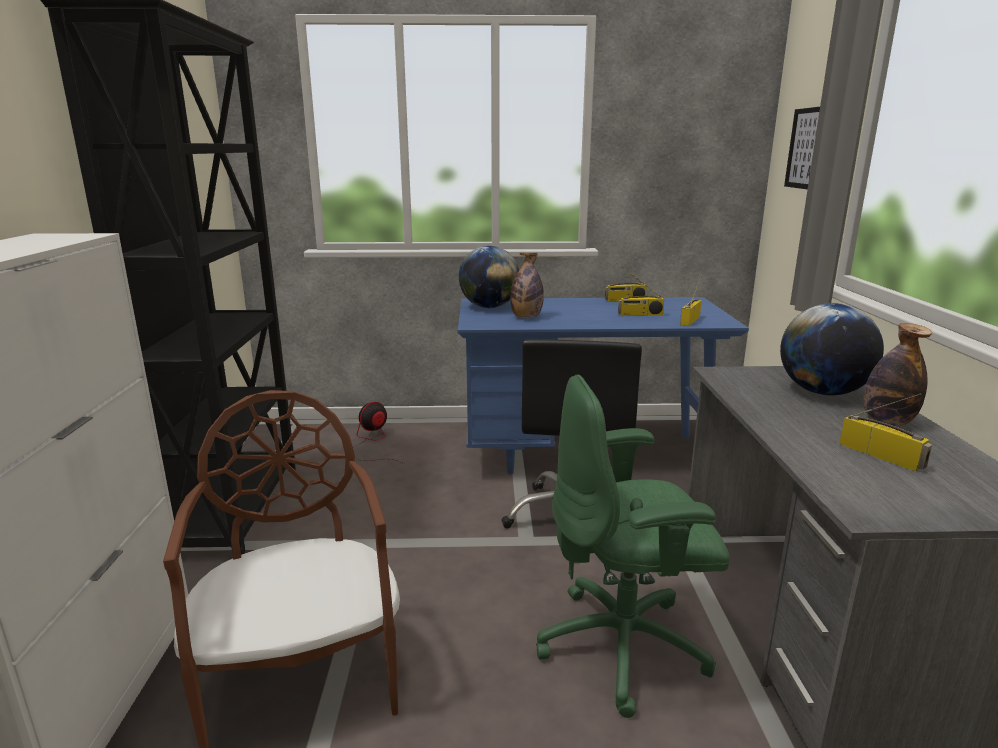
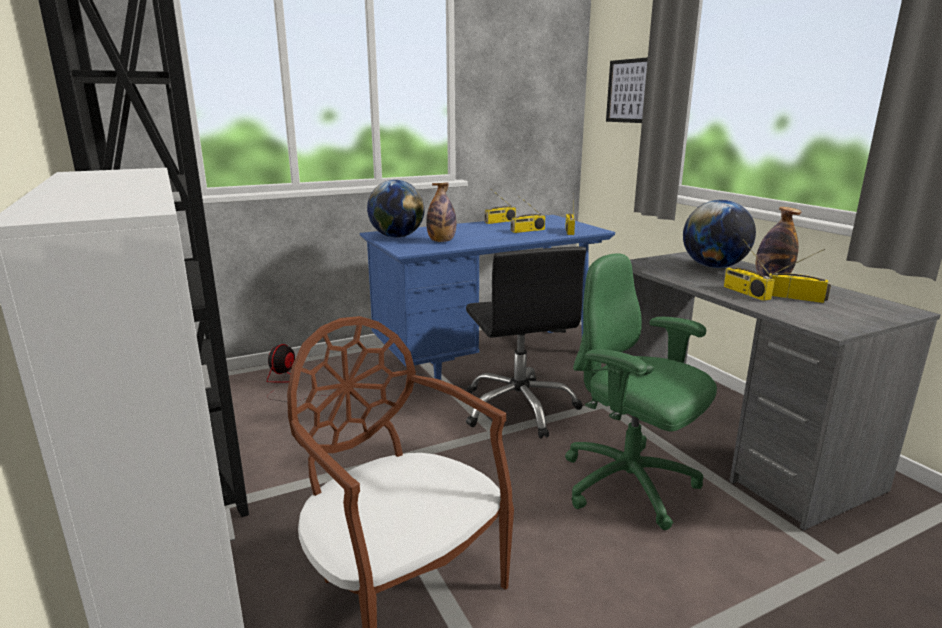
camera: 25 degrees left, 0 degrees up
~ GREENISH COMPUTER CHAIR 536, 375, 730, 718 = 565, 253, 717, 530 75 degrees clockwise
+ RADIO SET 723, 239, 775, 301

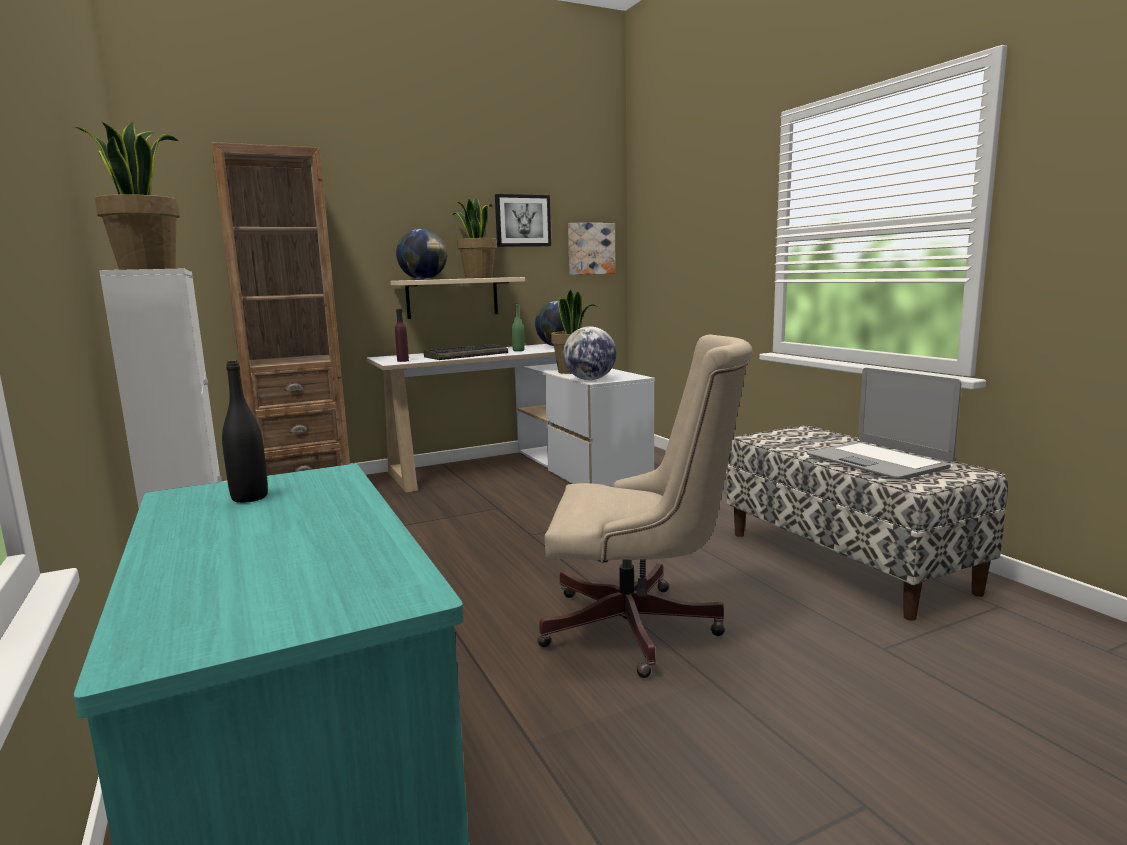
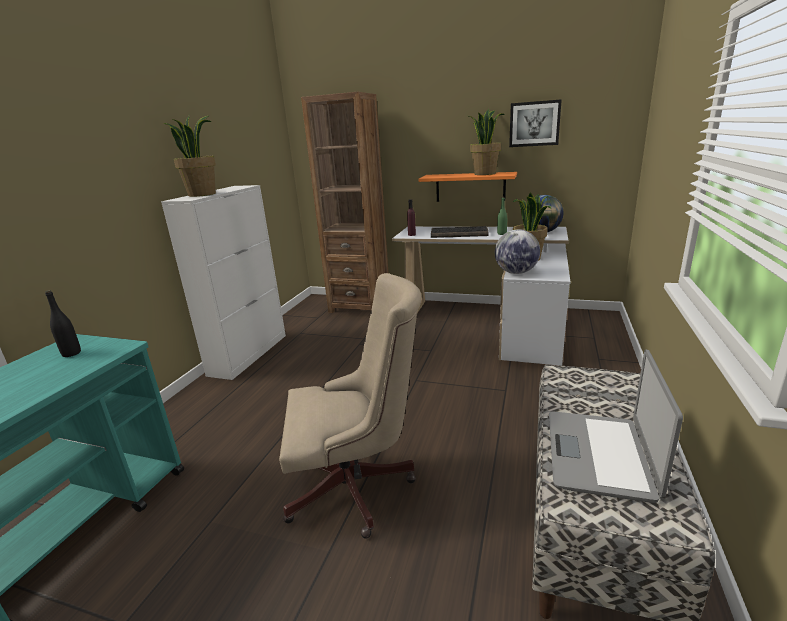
camera: 45 degrees right, 10 degrees up
~ SAND-COLOURED COMPUTER CHAIR 537, 335, 753, 678 = 279, 273, 422, 539 60 degrees counterclockwise
~ SAND-COLOURED WALL SHELF 390, 277, 525, 319 to ORANGE WALL SHELF 418, 172, 517, 202
- DESK GLOBE 396, 229, 447, 280
- PICTURE 568, 223, 615, 275

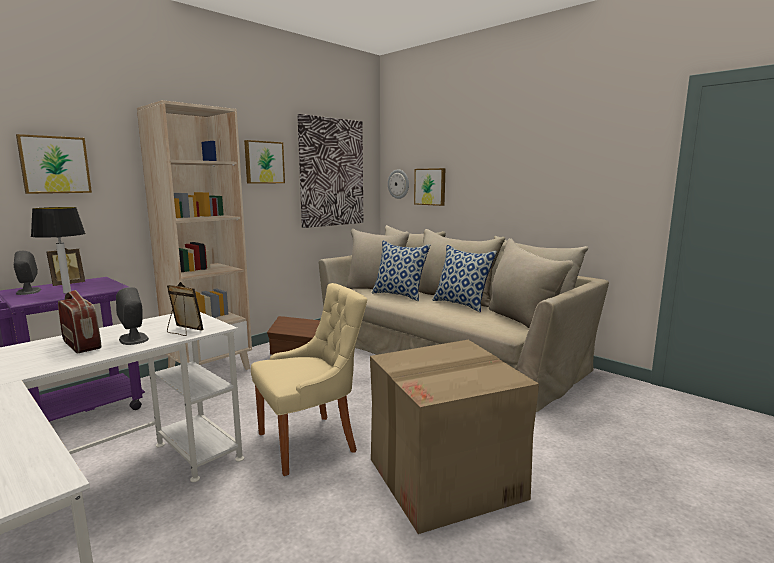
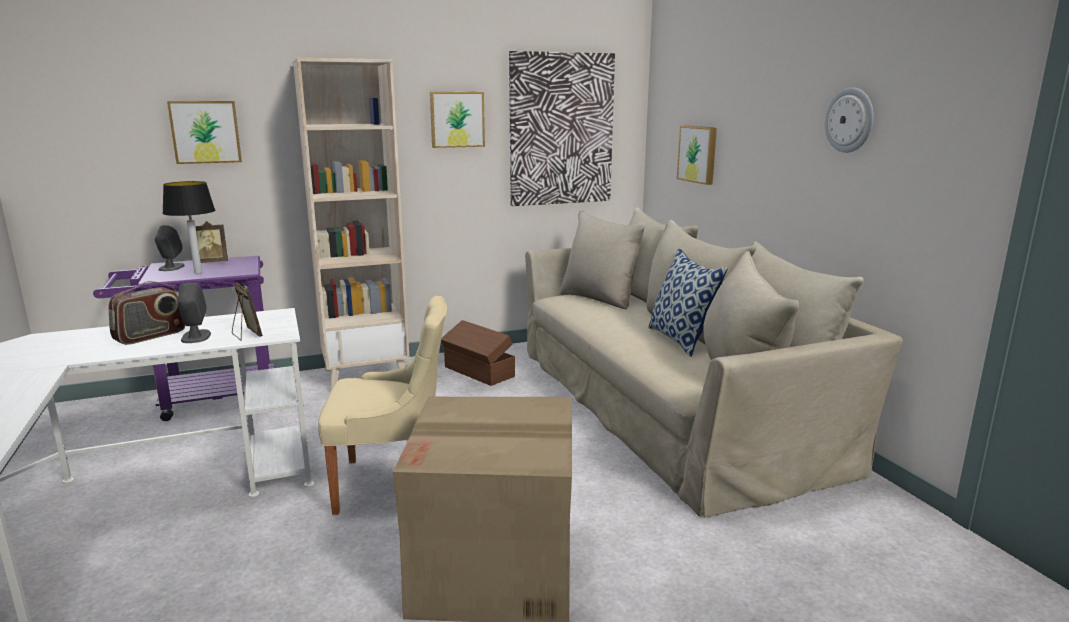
camera: 25 degrees right, 5 degrees up
~ RADIO SET 58, 290, 101, 354 = 109, 281, 185, 345 60 degrees clockwise
~ WALL CLOCK 388, 169, 409, 199 to 825, 87, 874, 153
- PILLOW 372, 240, 430, 301

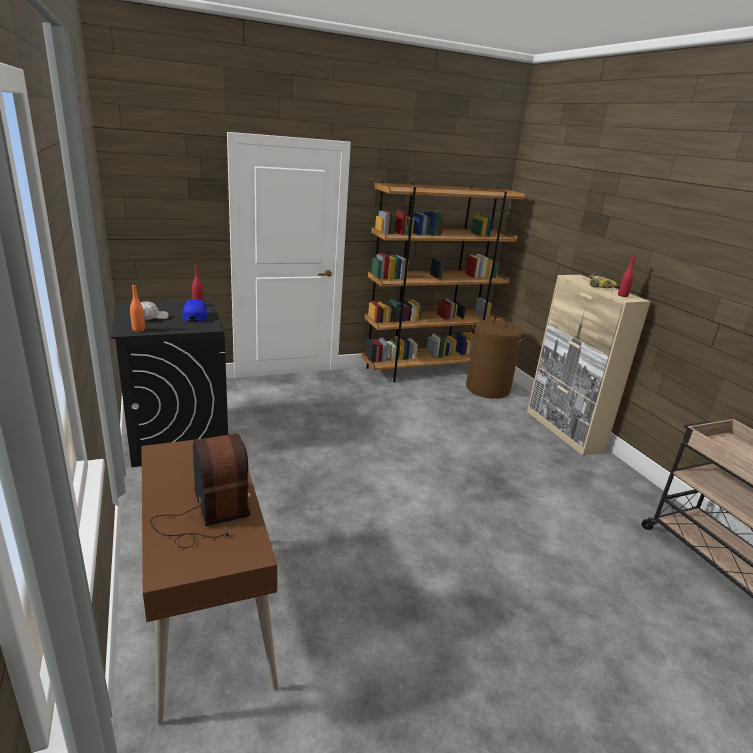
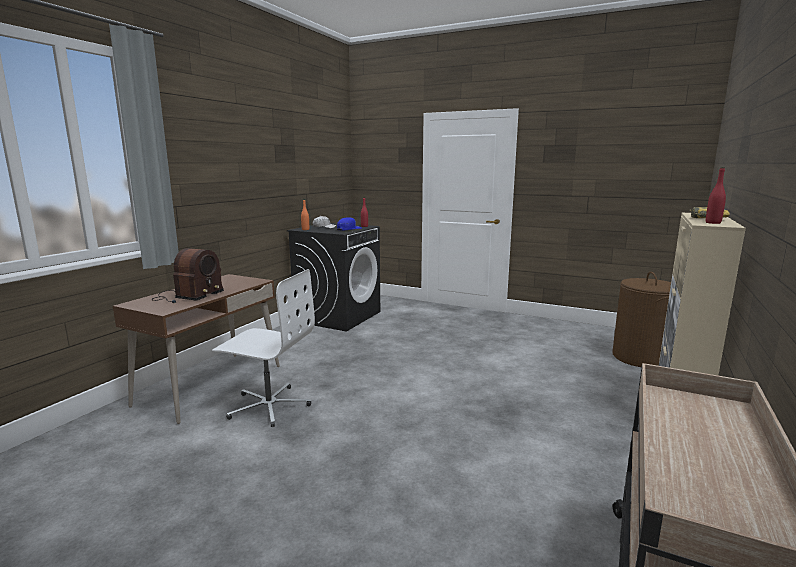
camera: 50 degrees right, 10 degrees down
+ WHITE COMPUTER CHAIR 212, 269, 315, 427
- BROWN SHELVING UNIT 362, 181, 526, 382

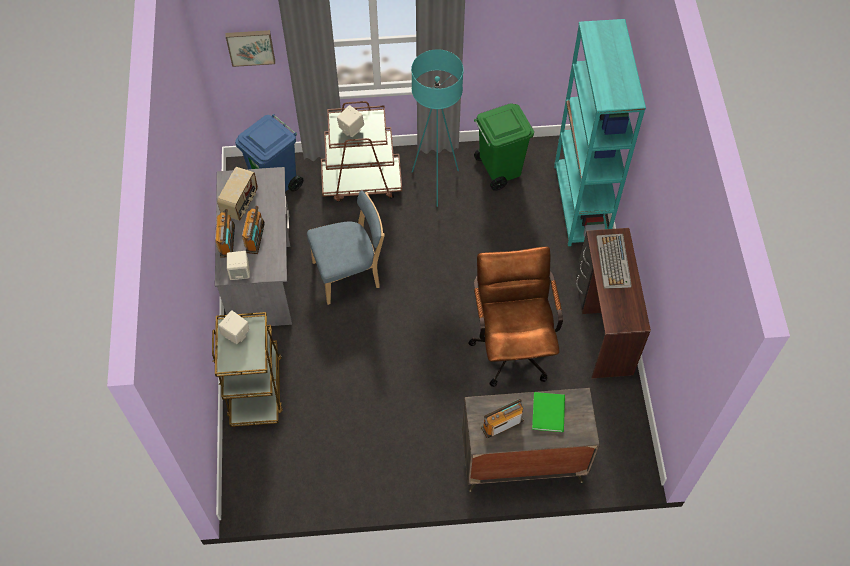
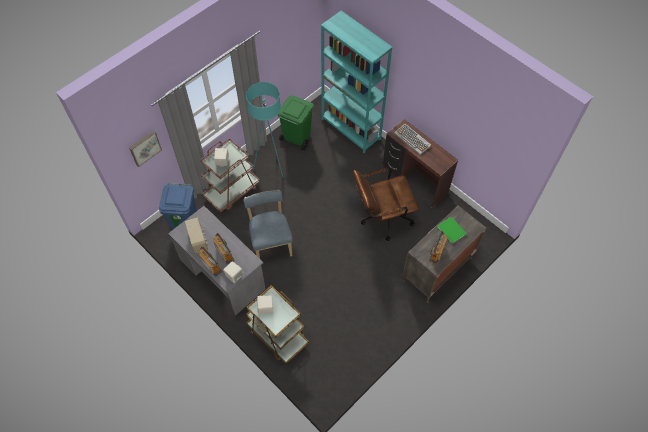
camera: 40 degrees left, 0 degrees up
~ BLUISH CHAIR 307, 190, 385, 305 = 243, 190, 293, 259 45 degrees counterclockwise
~ BROWN COMPUTER CHAIR 468, 247, 563, 387 = 353, 168, 419, 241 60 degrees counterclockwise

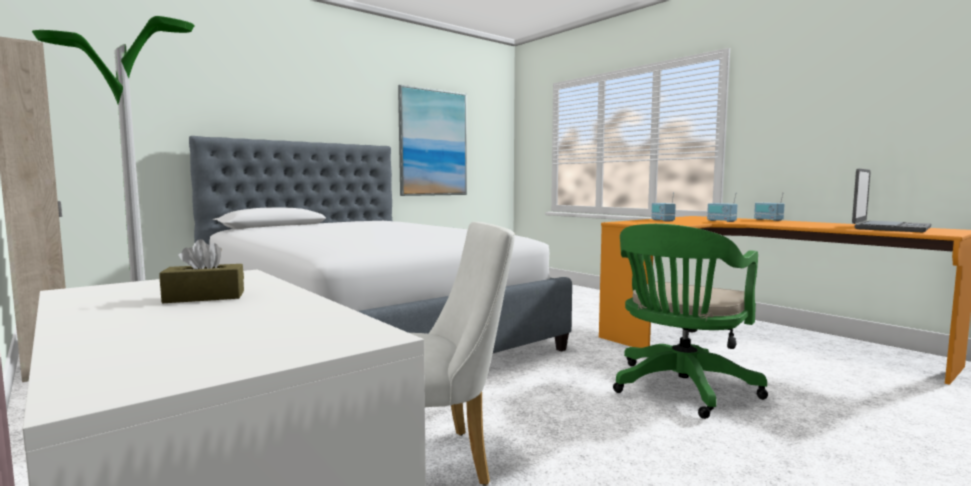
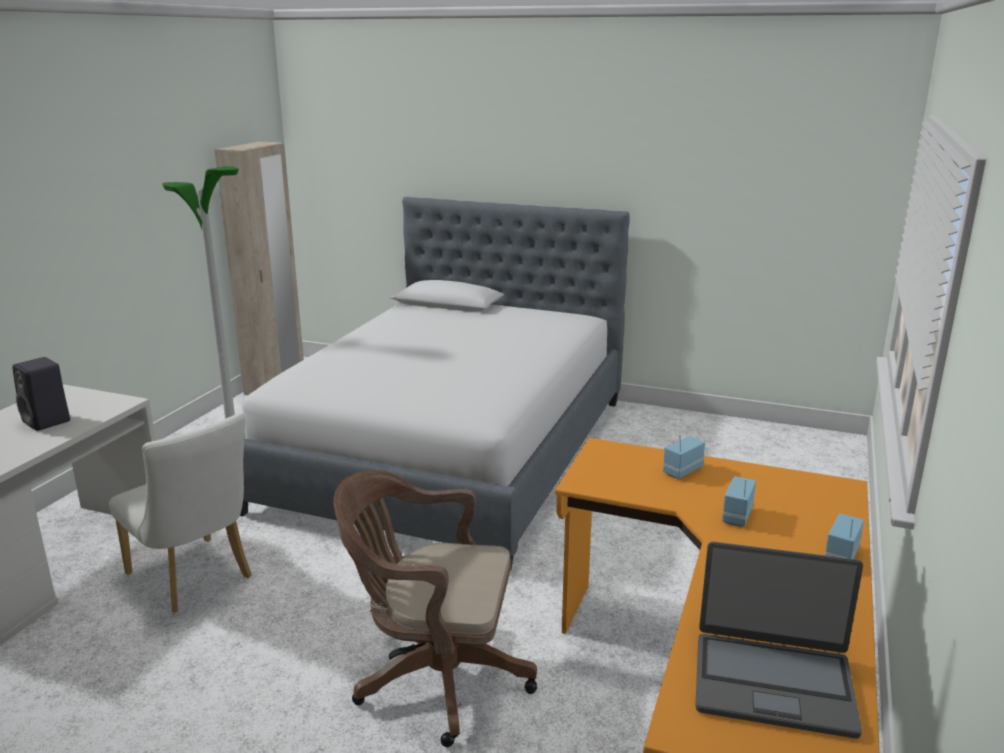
camera: 60 degrees right, 15 degrees up
~ BROWN TISSUE HOLDER 159, 239, 244, 303 to BLACKISH LOUDSPEAKER 12, 357, 70, 431
~ GREENISH COMPUTER CHAIR 613, 224, 768, 419 to BROWN COMPUTER CHAIR 334, 470, 537, 747
- PICTURE 398, 85, 467, 196

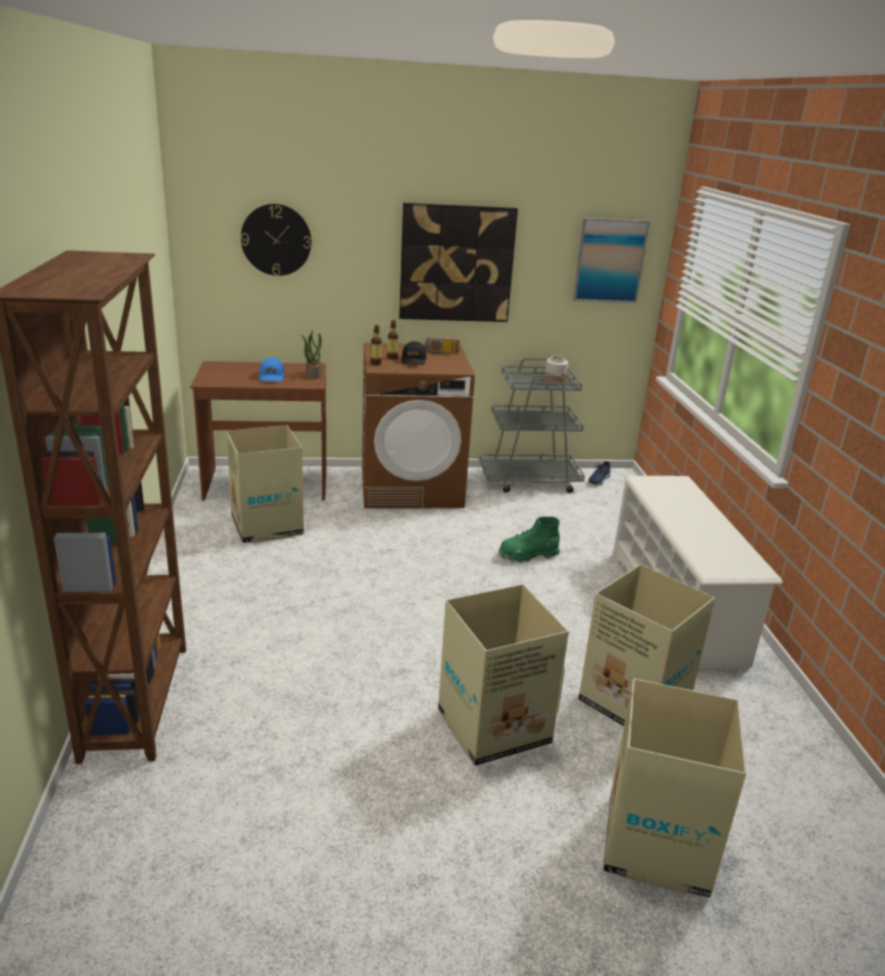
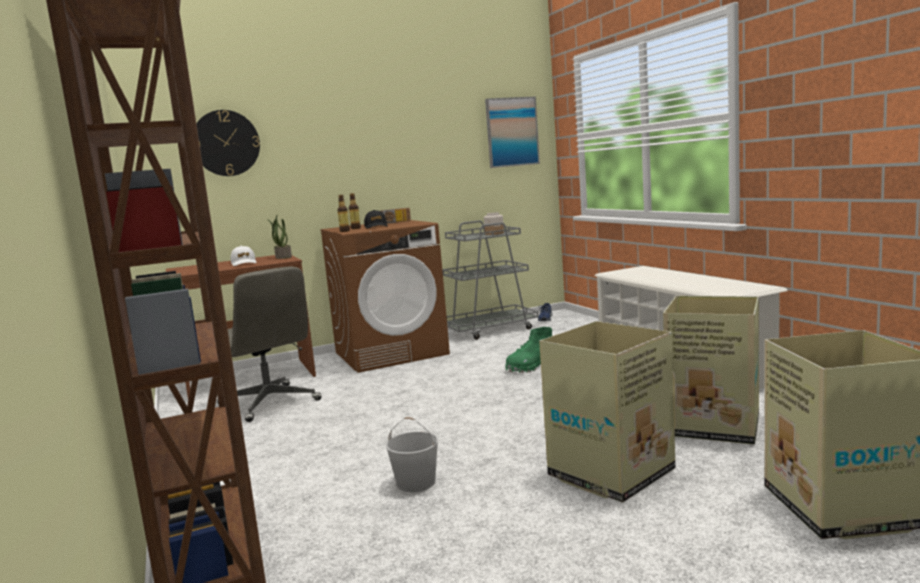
camera: 15 degrees left, 15 degrees down
~ PACKING BOX 226, 425, 304, 543 to GRAY COMPUTER CHAIR 217, 266, 322, 422
~ BLUISH CAP 259, 358, 284, 382 to WHITE CAP 231, 246, 257, 266
+ WHITE BUCKET 386, 417, 438, 492
- PICTURE 399, 203, 518, 322

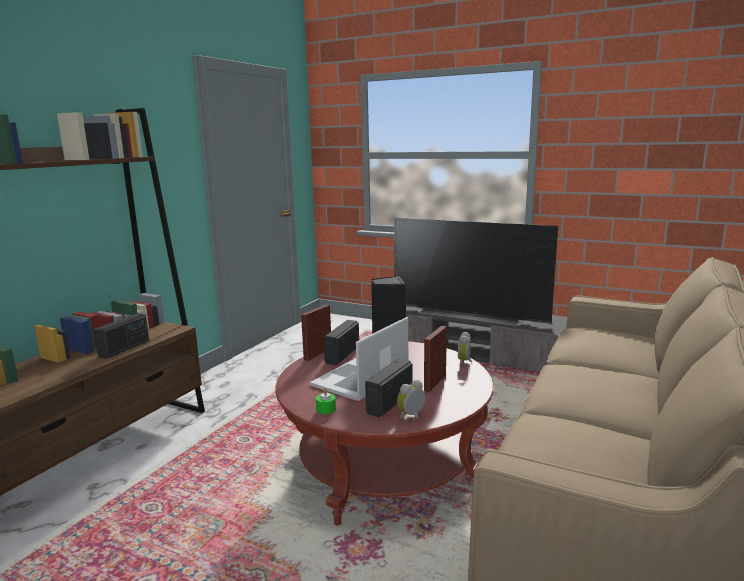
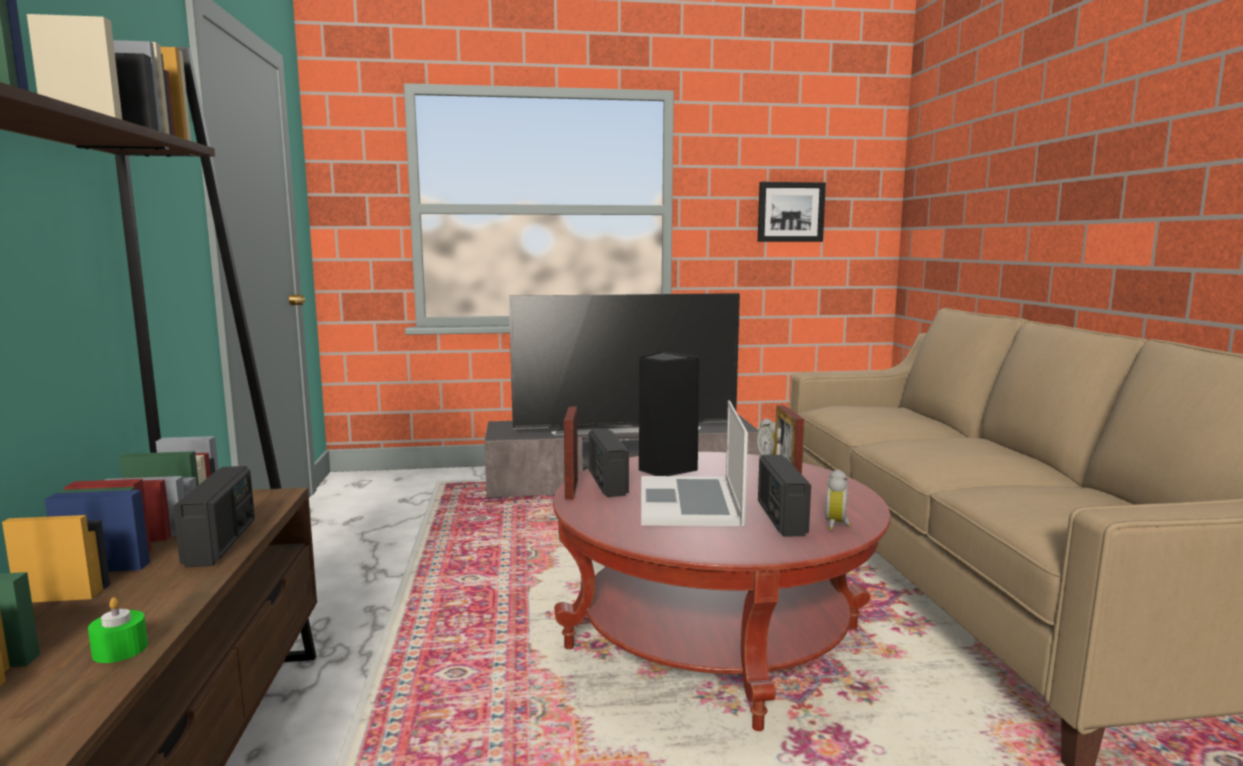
camera: 35 degrees left, 5 degrees down
~ GREENISH CANDLE 316, 388, 336, 414 to 88, 597, 148, 663
+ PICTURE 758, 182, 826, 242

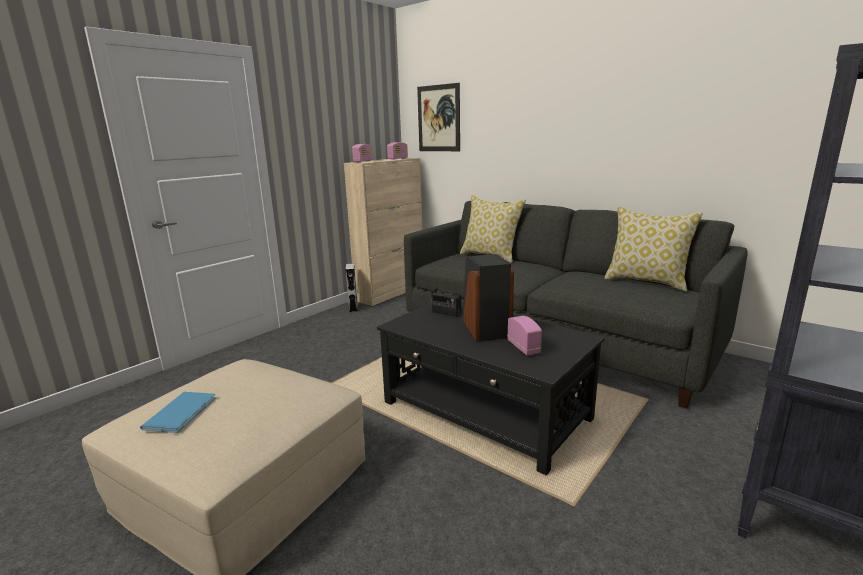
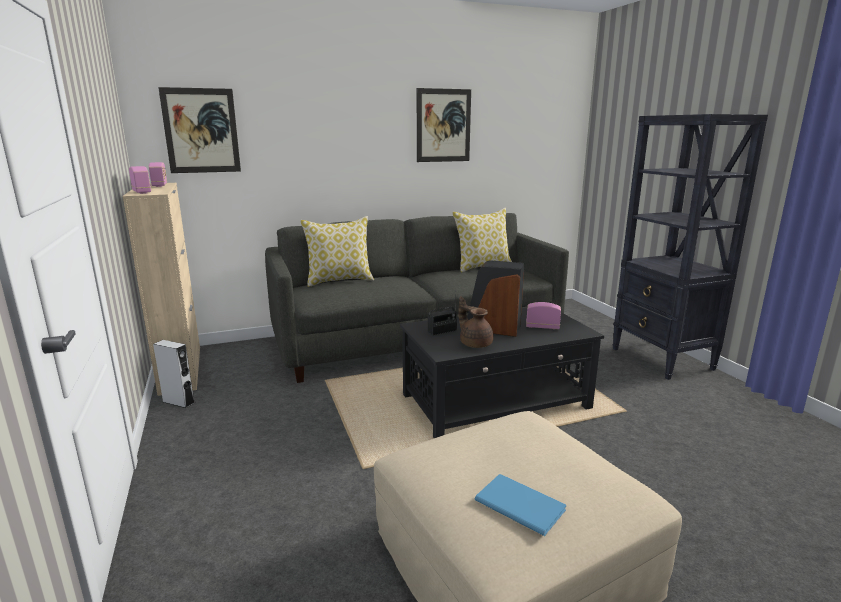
camera: 60 degrees left, 0 degrees up
+ PICTURE 417, 88, 471, 162
+ BROWN POT FOR TEA 458, 296, 493, 348

